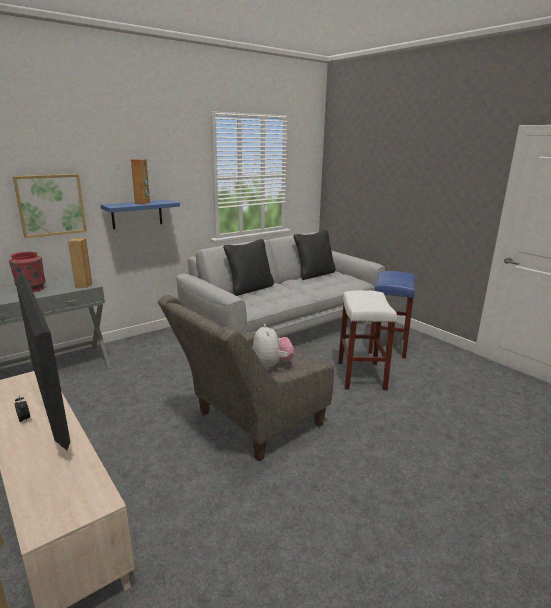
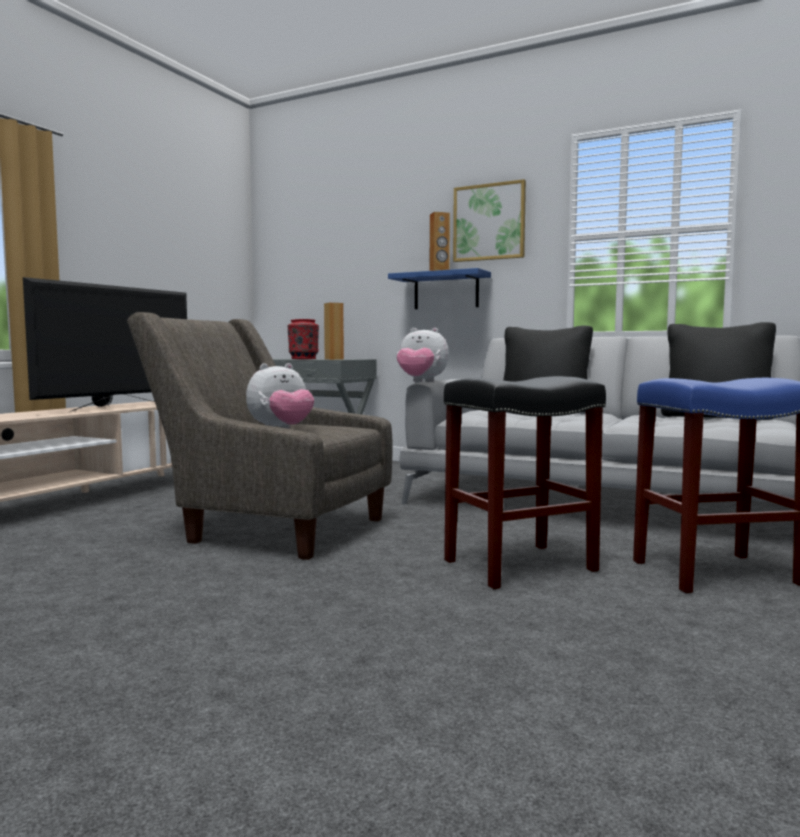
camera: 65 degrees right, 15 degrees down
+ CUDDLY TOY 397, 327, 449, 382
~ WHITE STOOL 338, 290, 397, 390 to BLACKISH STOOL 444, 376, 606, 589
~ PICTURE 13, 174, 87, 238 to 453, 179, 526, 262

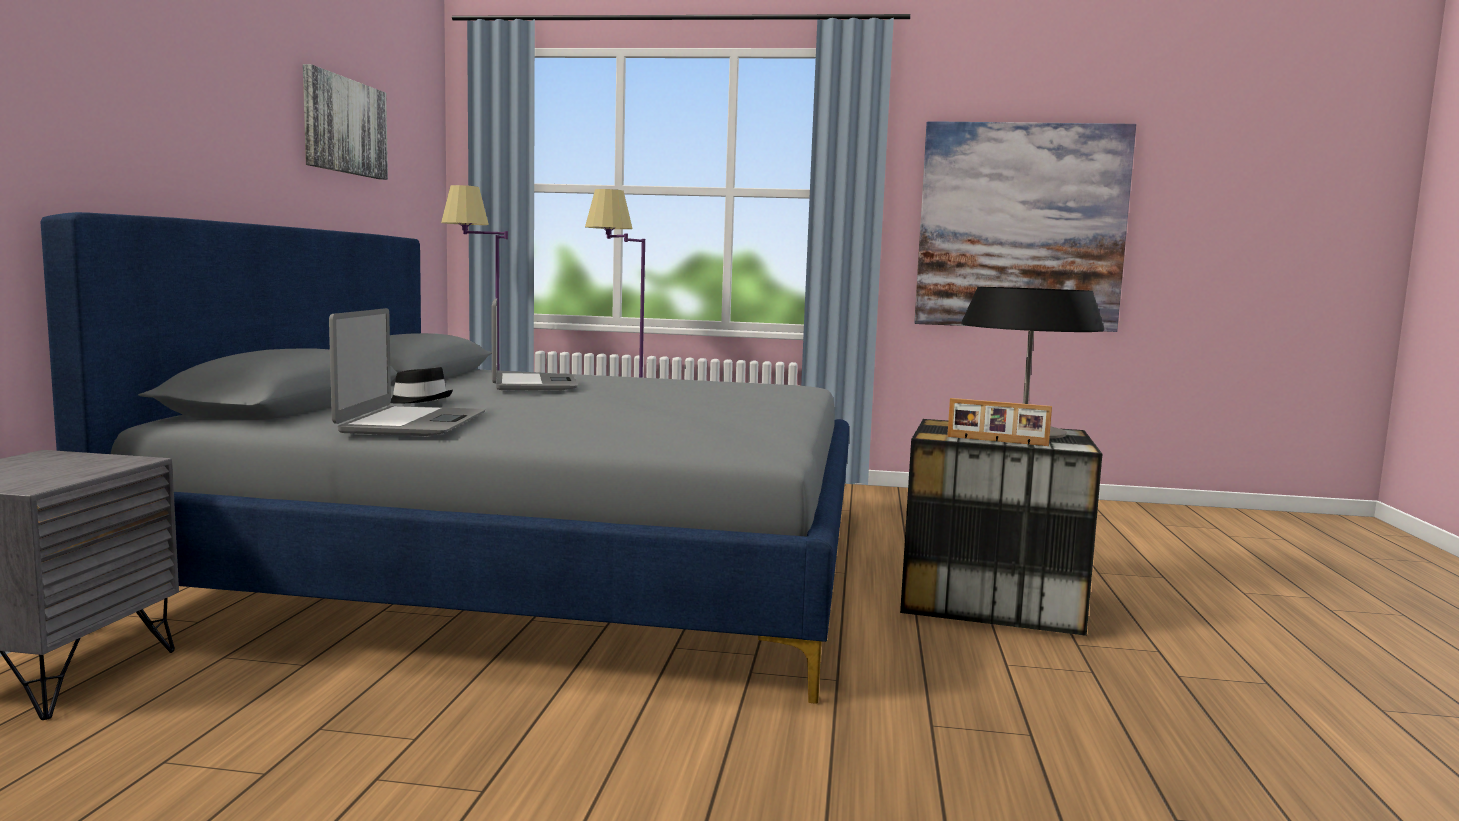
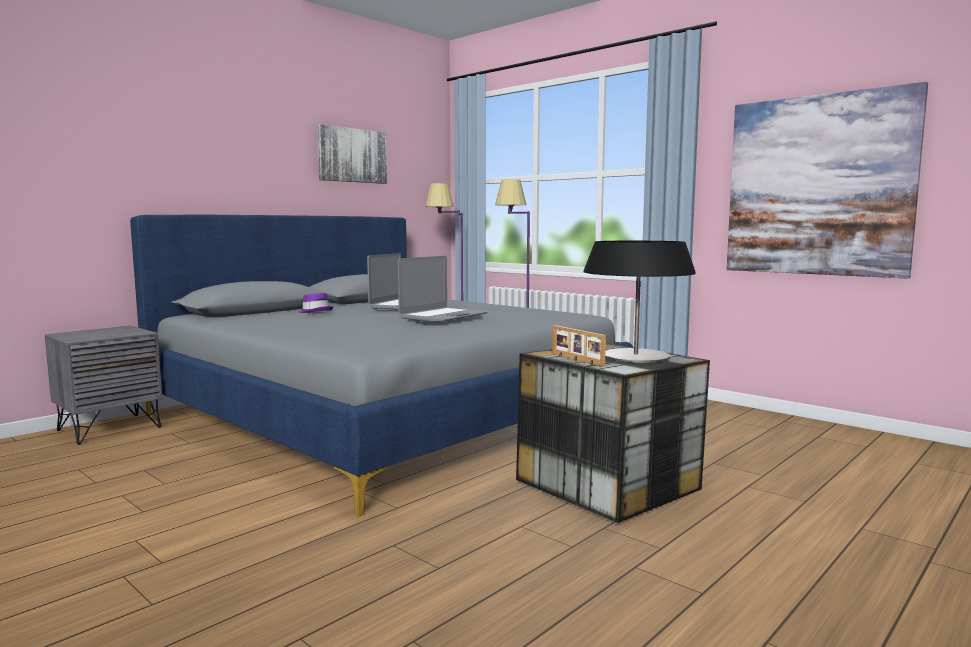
camera: 35 degrees right, 0 degrees up
~ BLACKISH HAT 391, 367, 453, 404 to PURPLISH HAT 297, 293, 333, 313
~ PORTABLE COMPUTER 329, 308, 485, 436 to 398, 256, 488, 322

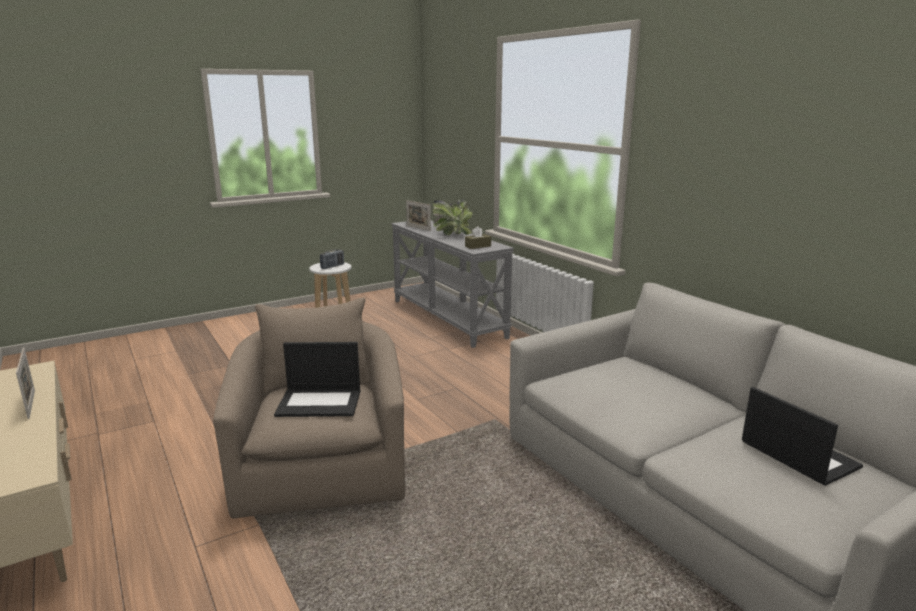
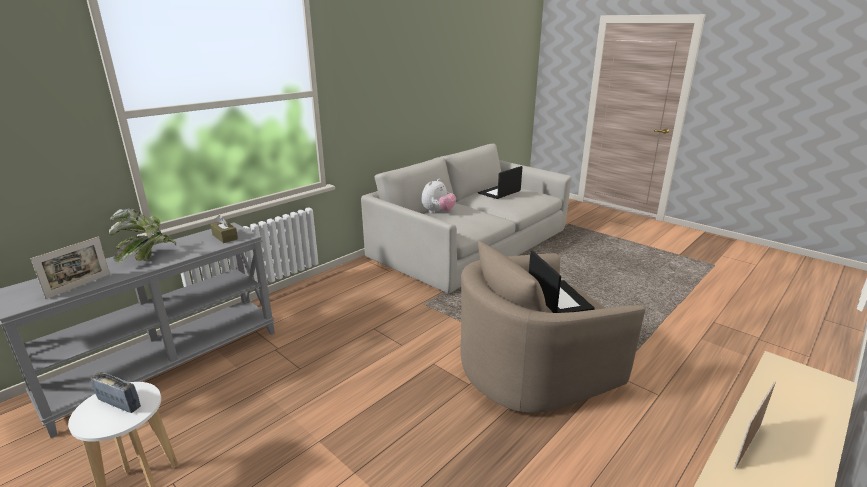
camera: 105 degrees left, 5 degrees up
+ CUDDLY TOY 421, 179, 456, 213

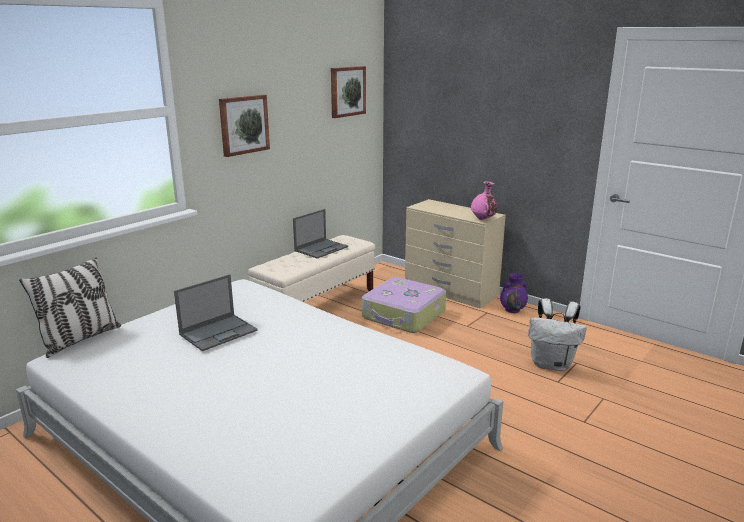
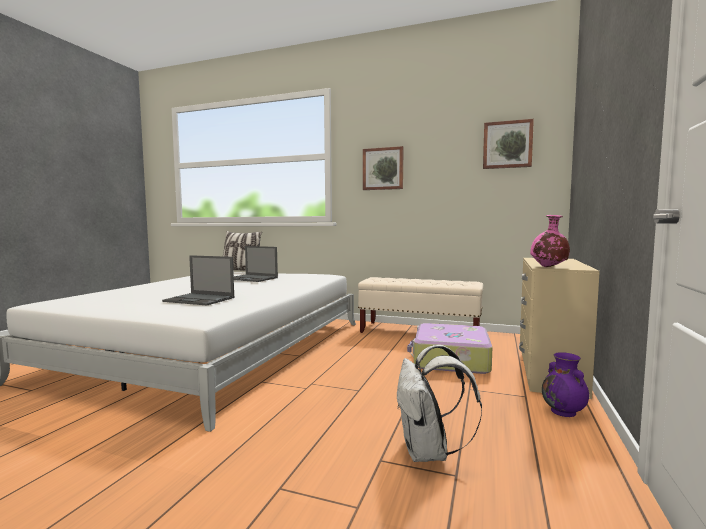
camera: 70 degrees right, 15 degrees down
~ PORTABLE COMPUTER 293, 209, 348, 259 to 162, 255, 234, 305

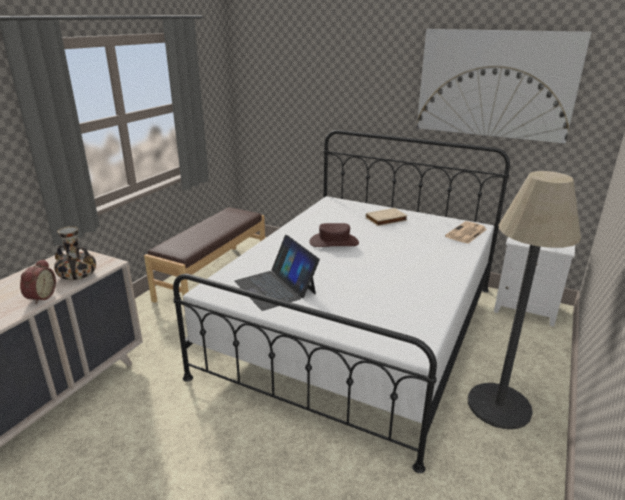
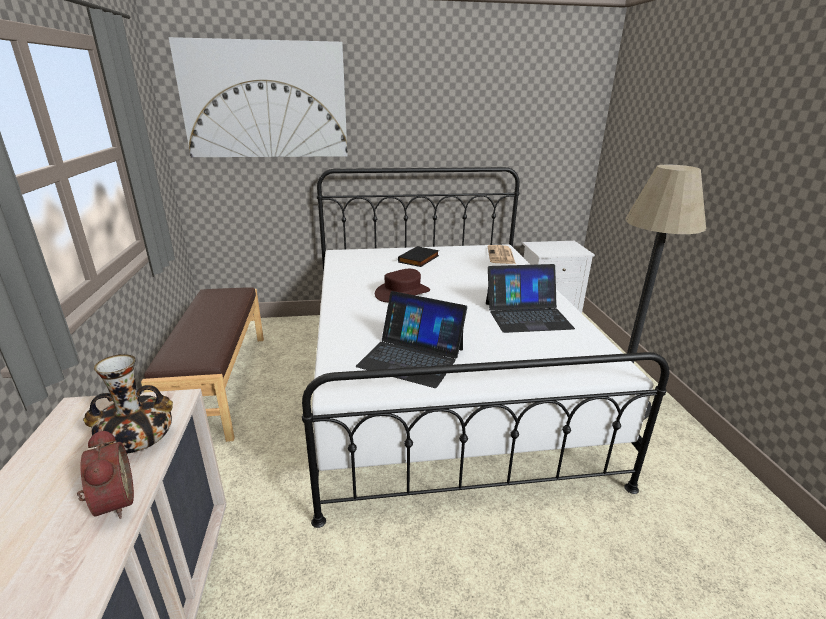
camera: 35 degrees left, 0 degrees up
~ PICTURE 417, 29, 591, 144 to 169, 37, 348, 157
~ SAND-COLOURED VOLUME 366, 208, 408, 226 to BLACKISH VOLUME 398, 246, 439, 267
+ PORTABLE COMPUTER 486, 264, 575, 333

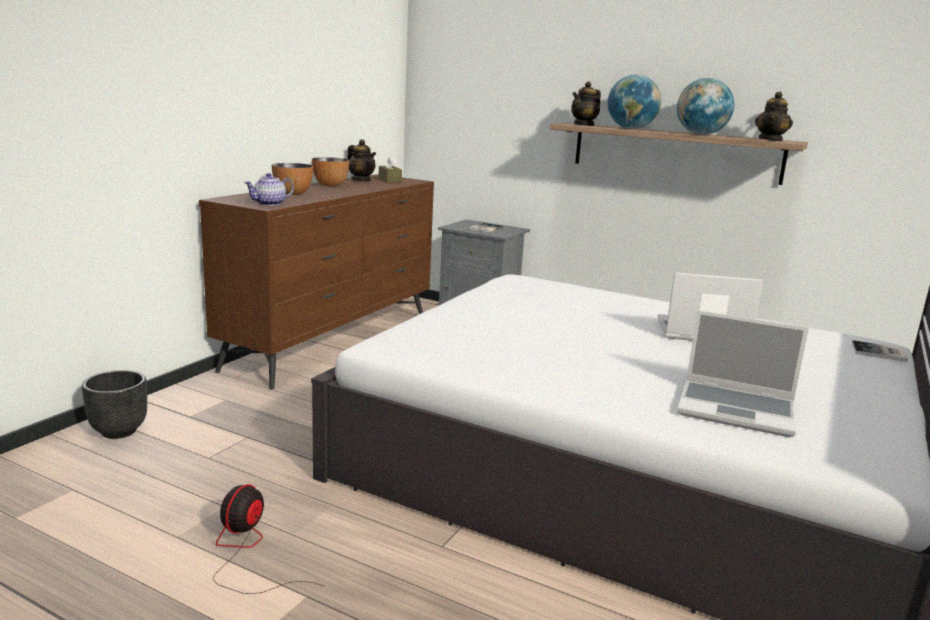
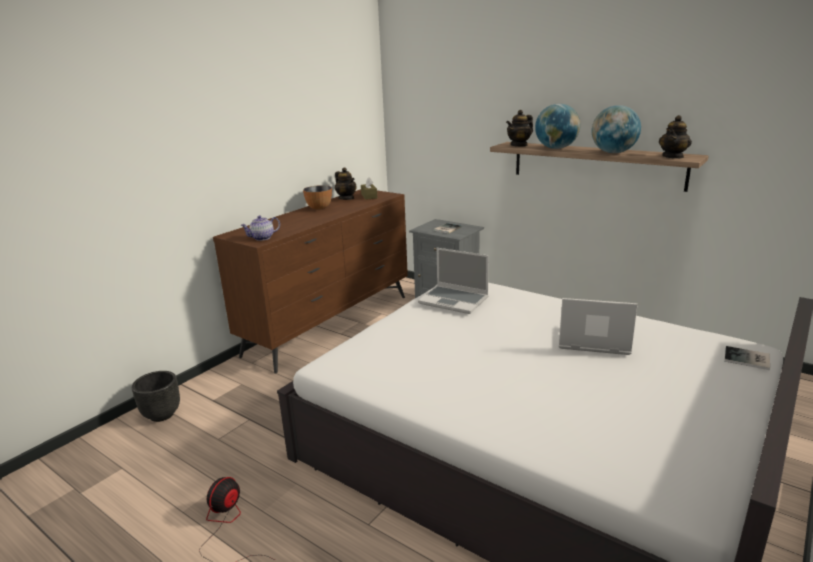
camera: 10 degrees right, 5 degrees up
~ PORTABLE COMPUTER 677, 310, 809, 437 to 418, 248, 489, 314
- BOWL 272, 163, 313, 195

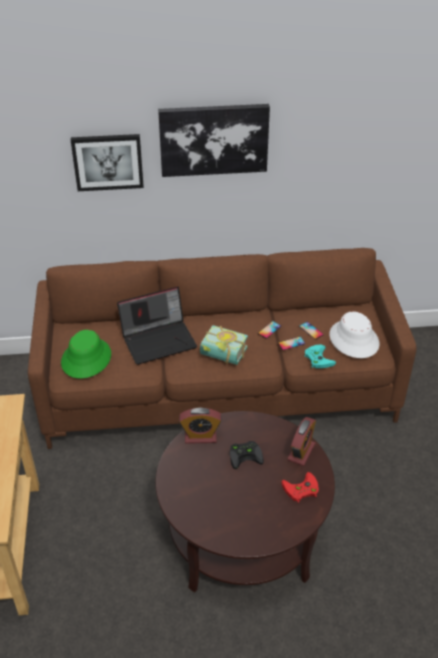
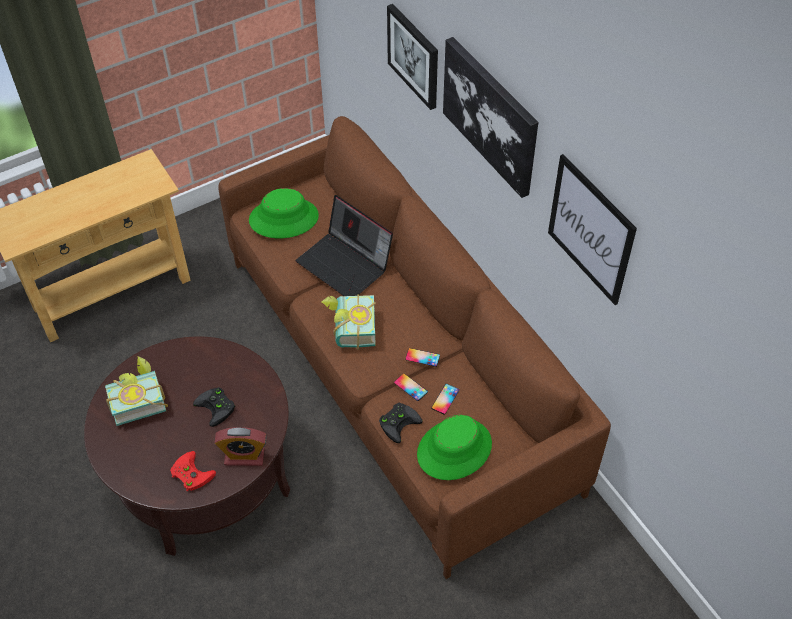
camera: 65 degrees right, 10 degrees up
+ VOLUME 105, 356, 168, 426
~ TURQUOISE GAME CONTROLLER 304, 345, 336, 368 to BLACKISH GAME CONTROLLER 379, 403, 423, 443
~ WHITE HAT 329, 311, 380, 358 to GREENISH HAT 417, 415, 492, 480
+ PICTURE 548, 154, 637, 305
- ALARM CLOCK 179, 408, 221, 444

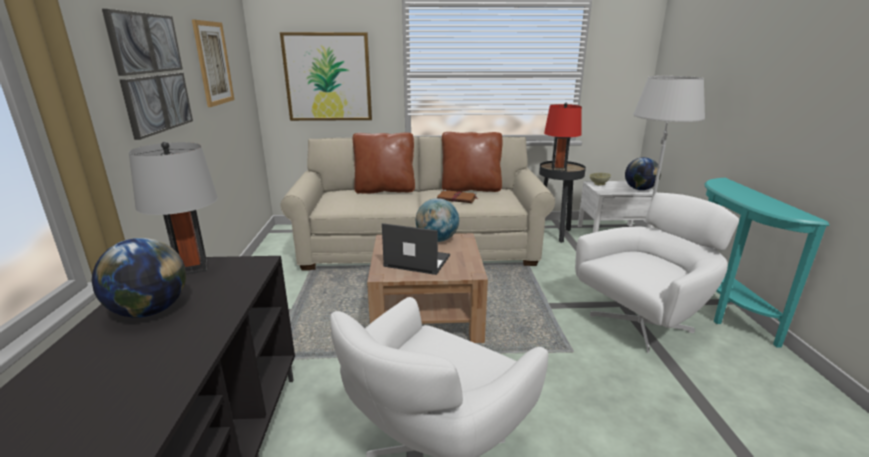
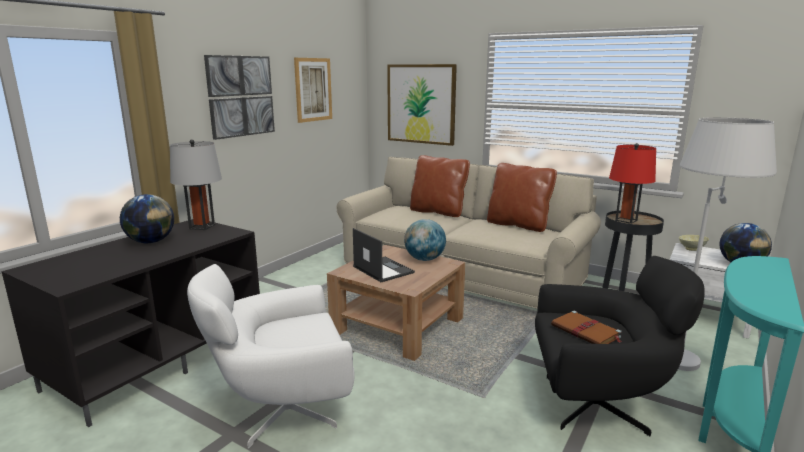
camera: 35 degrees right, 5 degrees down
~ WHITE LOUNGE CHAIR 575, 193, 739, 354 to BLACKISH LOUNGE CHAIR 535, 256, 705, 436
~ BROWN VOLUME 437, 190, 479, 203 to 551, 311, 622, 344

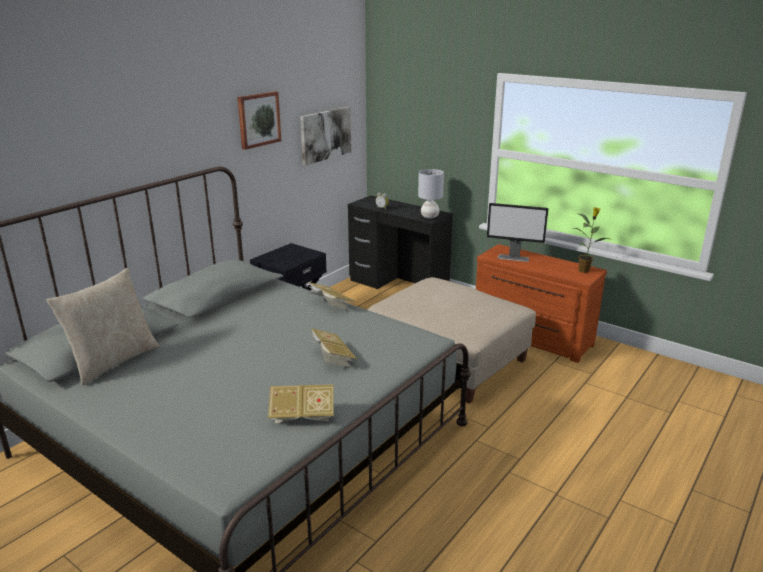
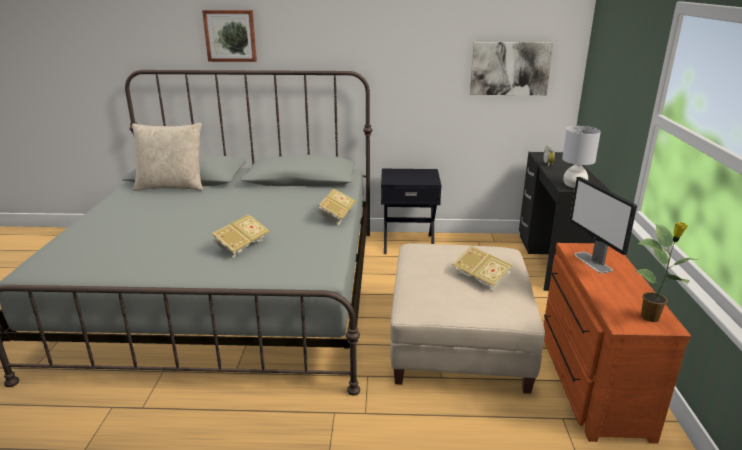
camera: 55 degrees right, 0 degrees up
~ PICTURE 237, 91, 281, 150 to 202, 10, 257, 62
~ VOLUME 268, 384, 334, 423 to 452, 246, 513, 291

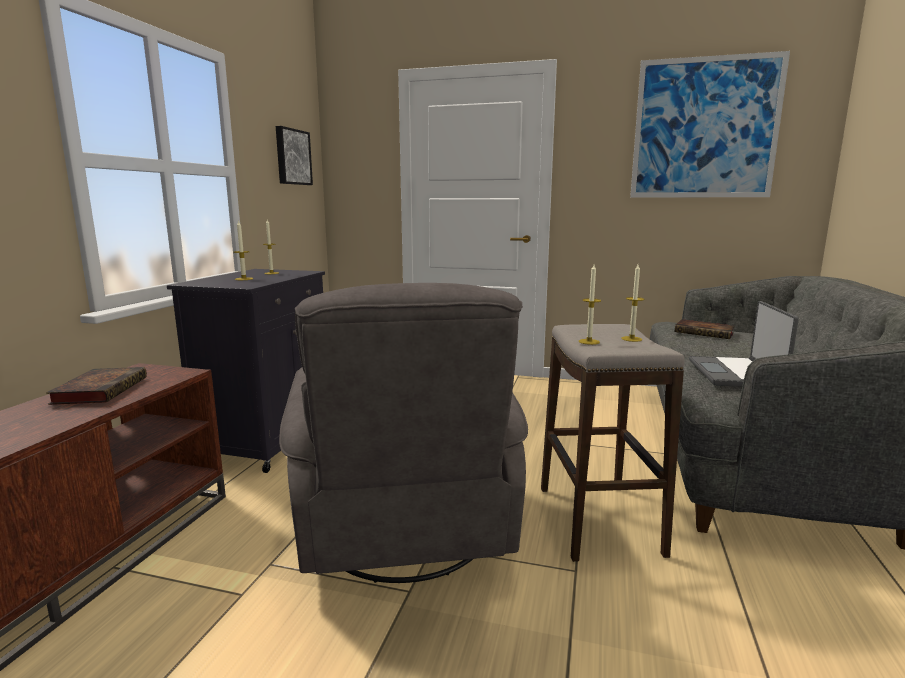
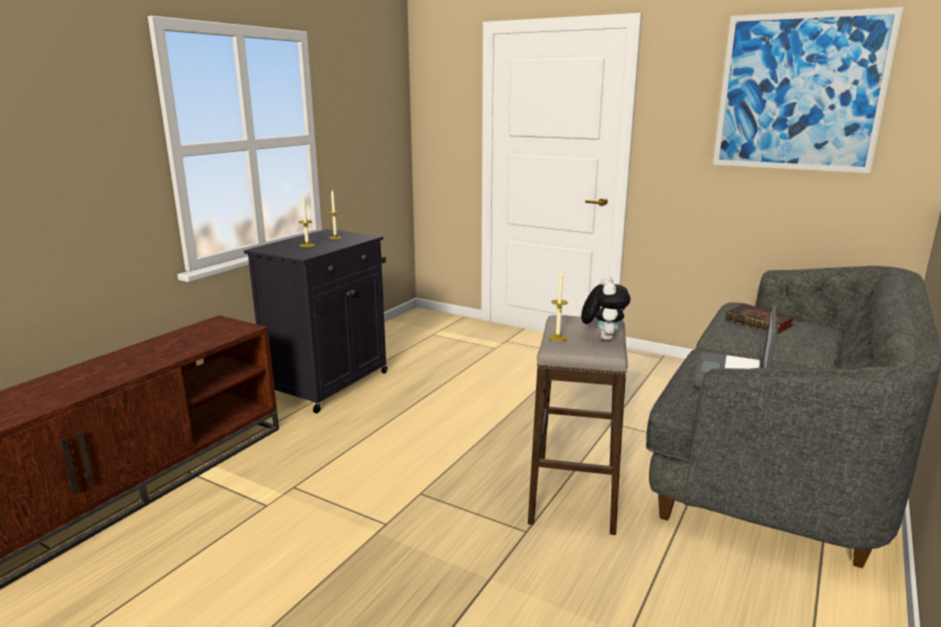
camera: 15 degrees right, 5 degrees up
~ CANDLE 621, 264, 644, 342 to CUDDLY TOY 581, 276, 631, 340
- VOLUME 46, 367, 147, 405
- PICTURE 276, 126, 313, 185
- GRAY LOUNGE CHAIR 279, 283, 528, 583

